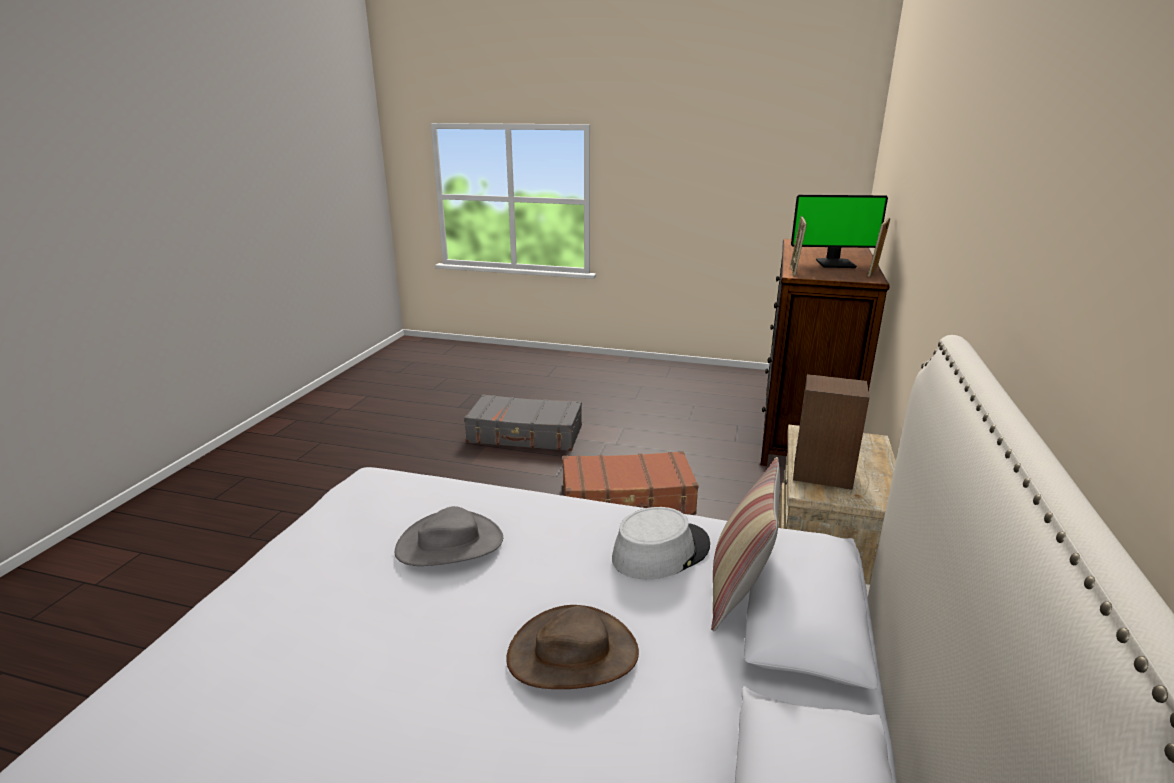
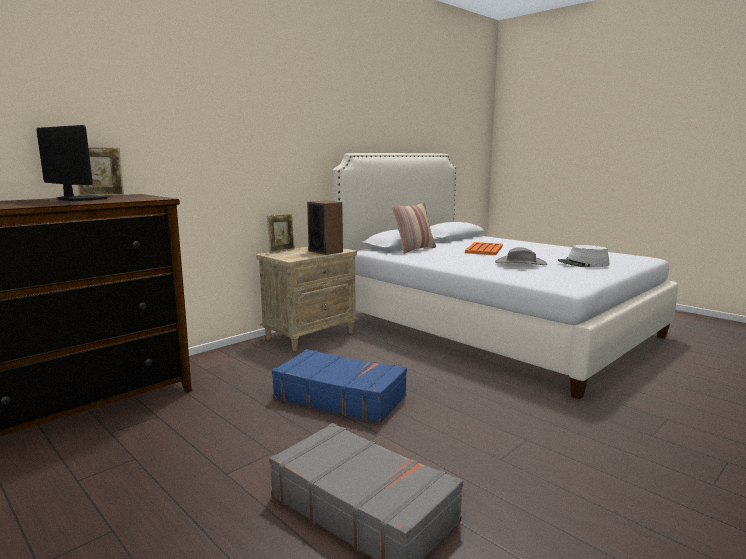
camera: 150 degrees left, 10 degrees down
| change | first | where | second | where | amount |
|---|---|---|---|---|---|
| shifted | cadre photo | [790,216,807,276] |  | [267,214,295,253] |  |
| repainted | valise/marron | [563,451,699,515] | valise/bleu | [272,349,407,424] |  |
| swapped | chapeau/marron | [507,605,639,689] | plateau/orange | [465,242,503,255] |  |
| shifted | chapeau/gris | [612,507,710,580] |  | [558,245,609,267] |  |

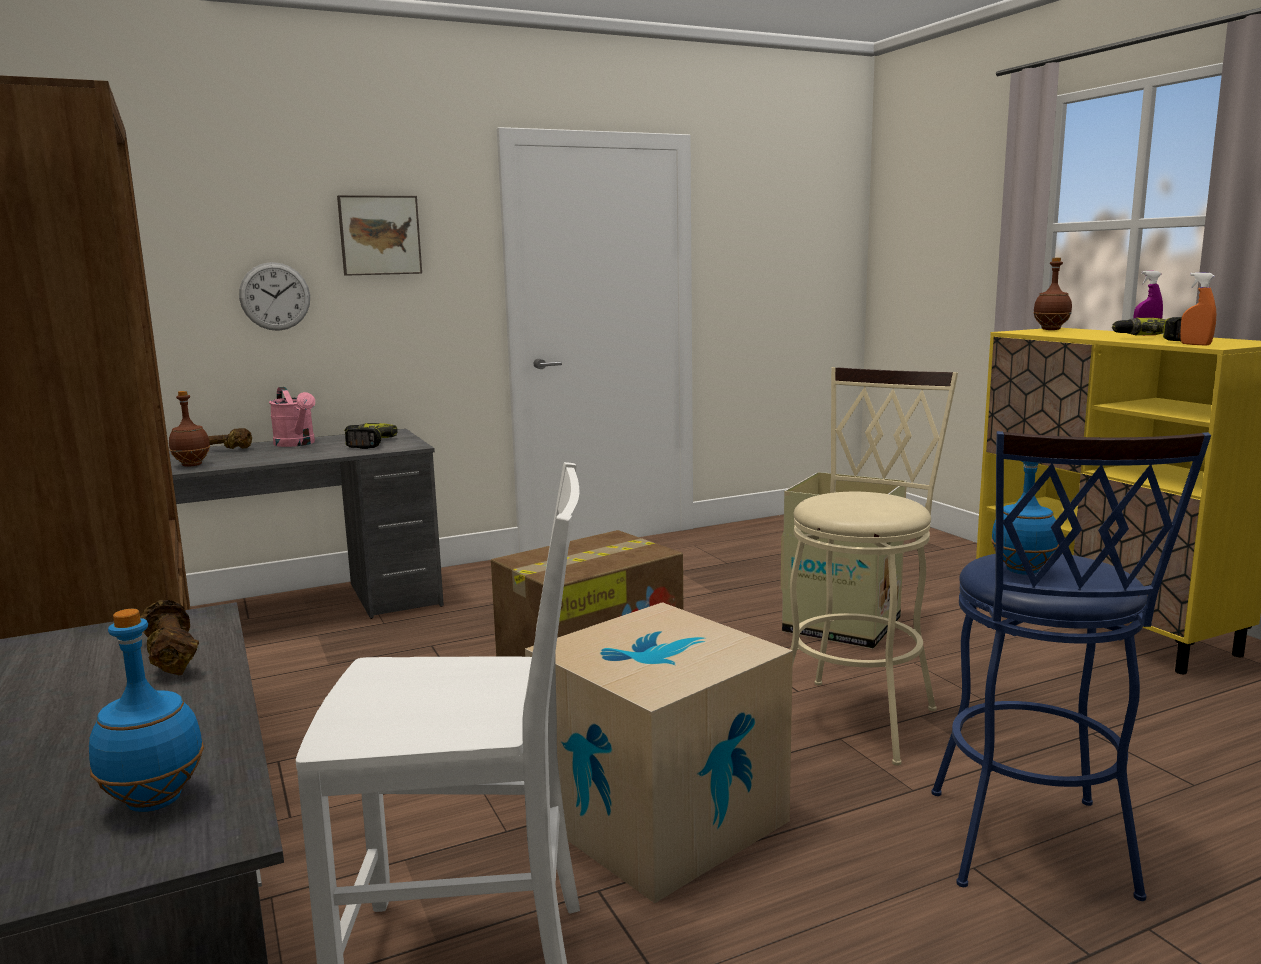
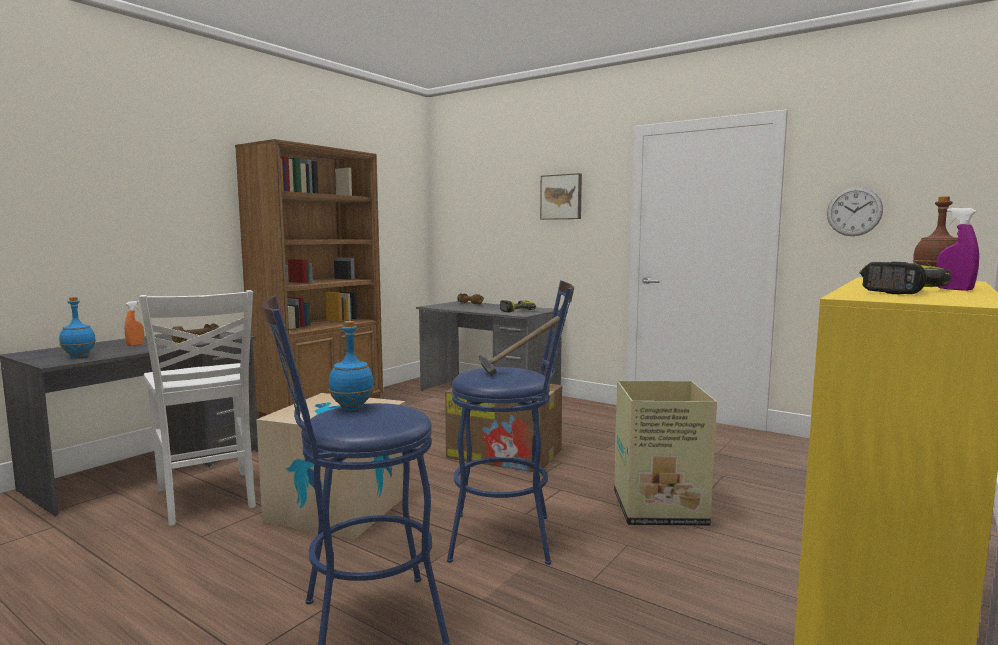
camera: 60 degrees right, 5 degrees down
| change | first | where | second | where | amount |
|---|---|---|---|---|---|
| shifted | vaporisateur/orange | [1180,272,1216,346] |  | [125,301,144,346] |  |
| repainted | tabouret/beige | [790,367,958,765] | tabouret/bleu | [447,280,574,565] |  |
| new |  |  | marteau | [478,316,560,376] |  |
| shifted | horloge murale | [239,262,310,331] |  | [827,187,883,236] |  |
| gone | bouteille/marron | [169,391,210,466] |  |  |  |
| gone | arrosoir/rose | [269,387,315,447] |  |  |  |

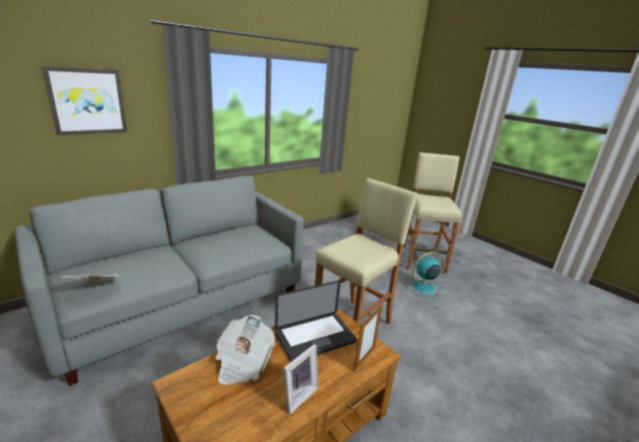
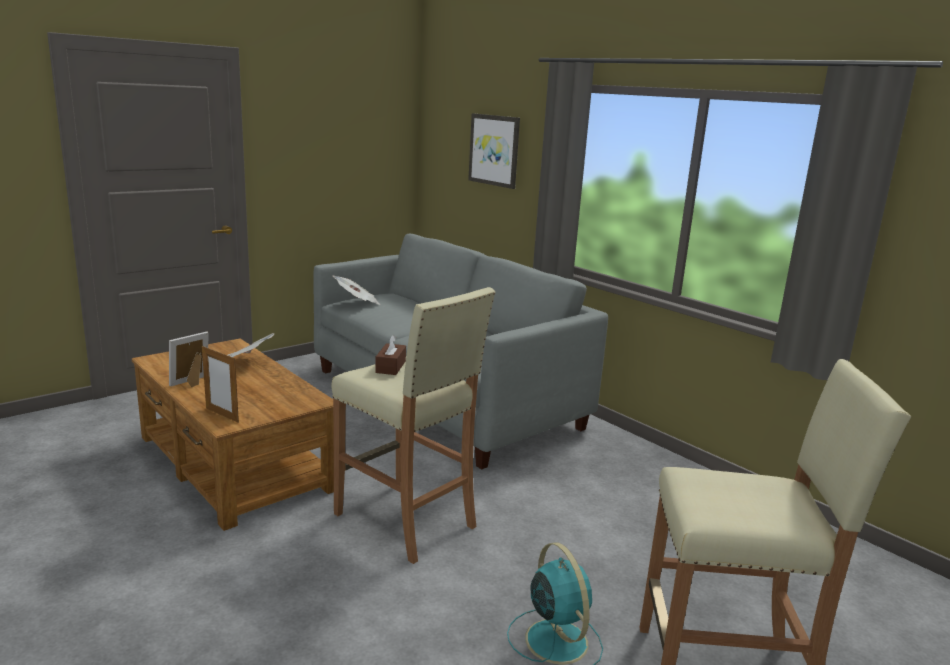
camera: 90 degrees right, 5 degrees down
| change | first | where | second | where | amount |
|---|---|---|---|---|---|
| rotated | cadre photo | [284,344,319,415] |  | [169,332,209,387] | 90 degrees clockwise |
| new |  |  | boîte à mouchoirs/marron | [375,335,406,375] |  |
| gone | ordinateur portable | [275,281,357,362] |  |  |  |

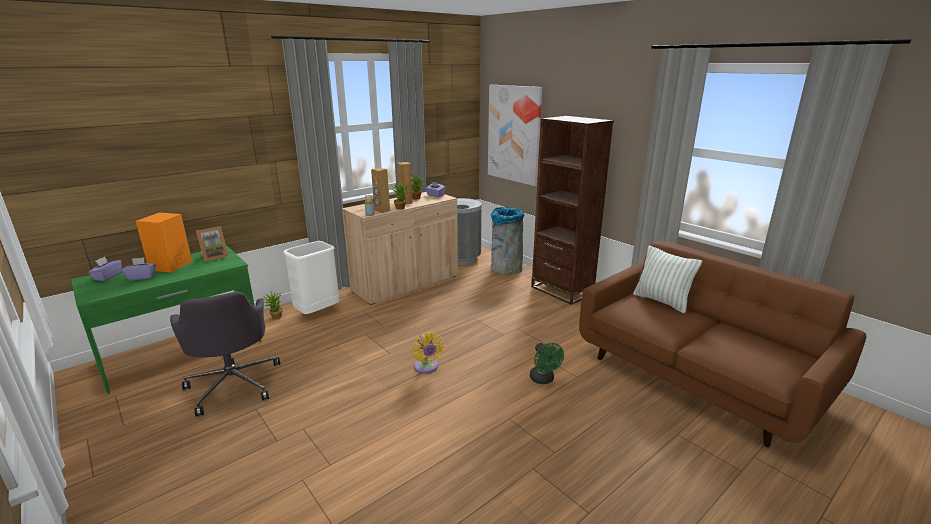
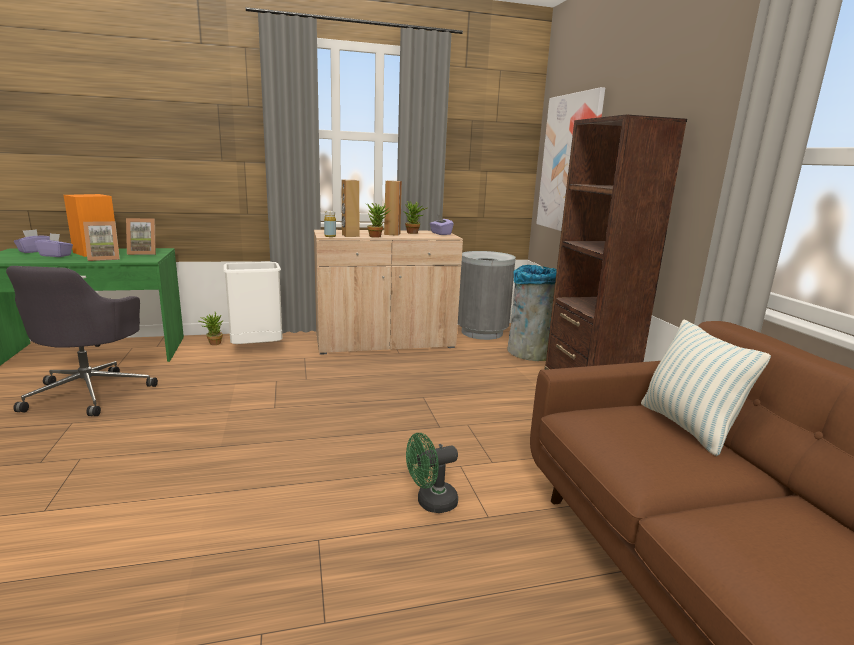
camera: 25 degrees right, 5 degrees down
| change | first | where | second | where | amount |
|---|---|---|---|---|---|
| new |  |  | cadre photo | [83,221,120,261] |  |
| rotated | ventilateur/vert | [530,343,564,384] |  | [406,433,458,513] | 60 degrees clockwise |
| gone | ventilateur/jaune | [412,332,444,374] |  |  |  |

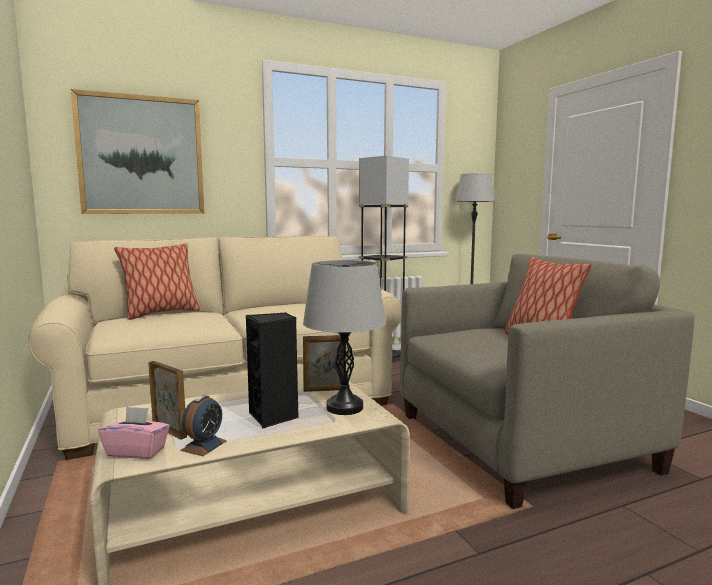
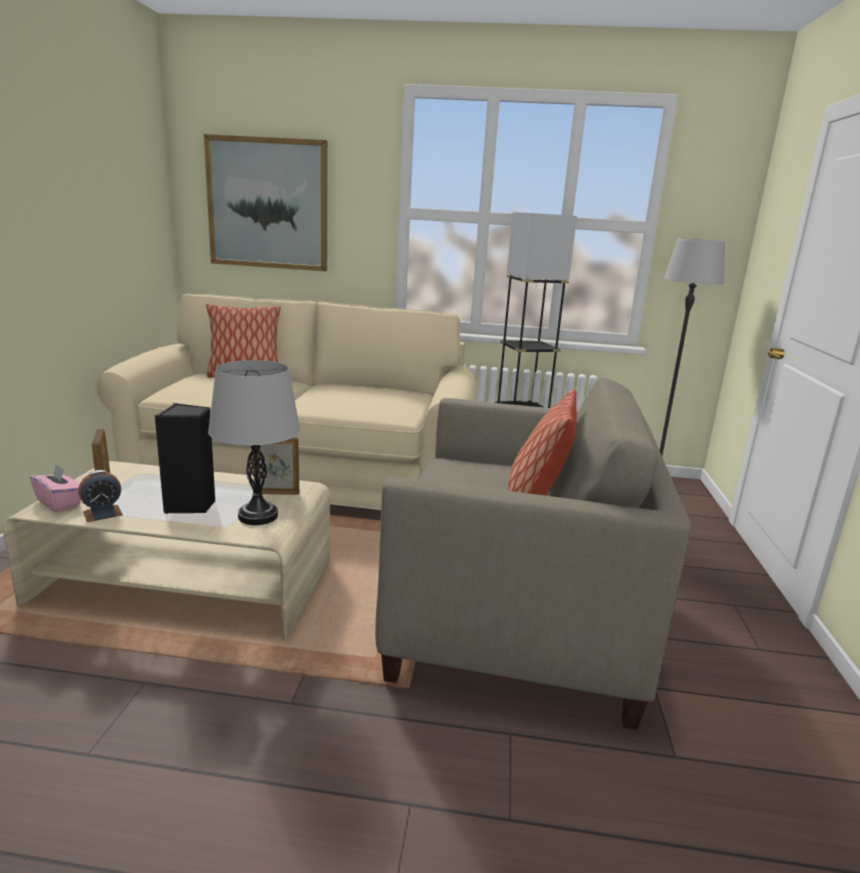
camera: 30 degrees right, 10 degrees up
| change | first | where | second | where | amount |
|---|---|---|---|---|---|
| rotated | cadre photo | [303,335,344,392] |  | [253,438,299,495] | 150 degrees clockwise |

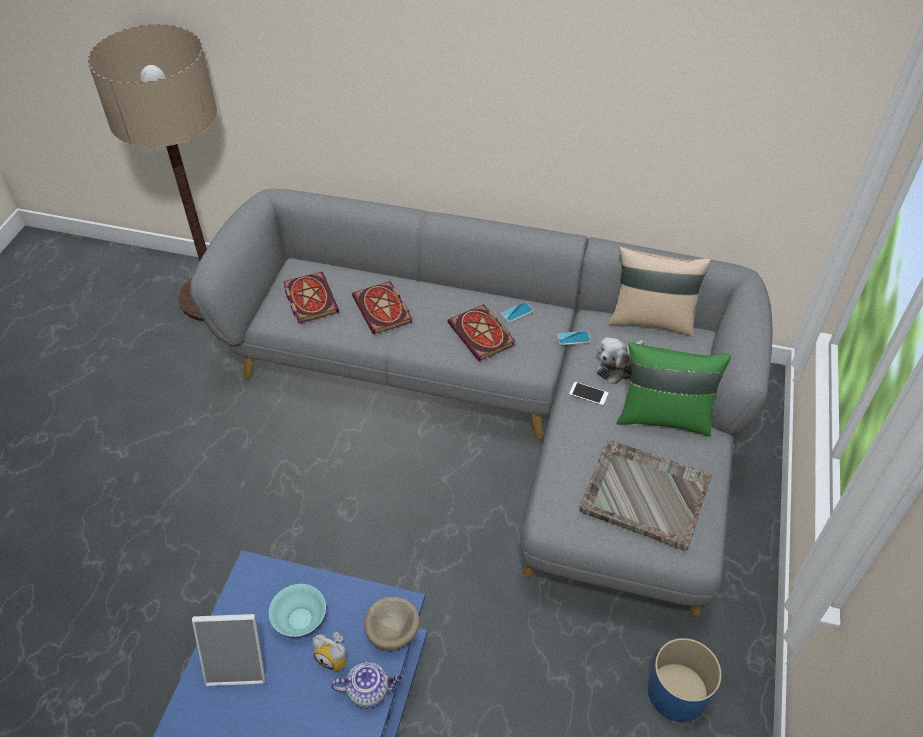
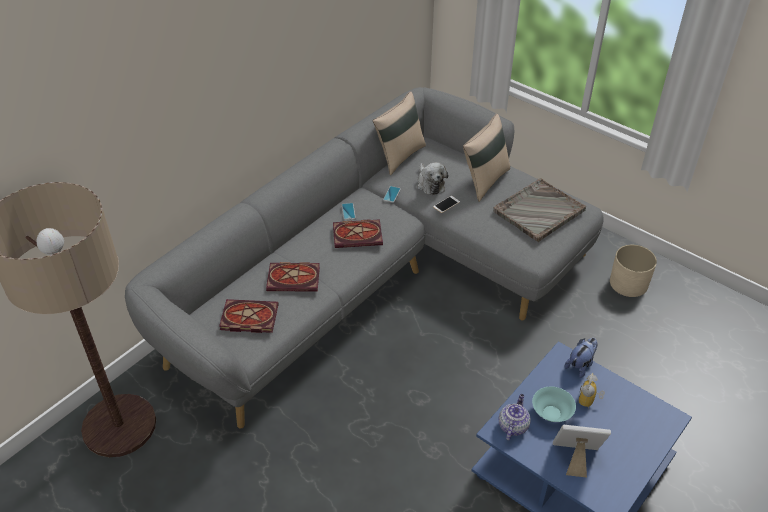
camera: 65 degrees left, 5 degrees down
| change | first | where | second | where | amount |
|---|---|---|---|---|---|
| repainted | coussin/vert | [617,342,731,437] | coussin/beige | [463,114,510,202] |  |
| shifted | théière | [331,662,402,709] |  | [499,394,531,440] |  |
| rotated | cadre photo | [192,614,266,686] |  | [553,425,611,478] | 105 degrees counterclockwise |
| swapped | bol/beige | [364,597,419,651] | peluche | [565,338,597,378] |  |
| rotated | réveil | [313,632,347,671] |  | [579,373,605,409] | 150 degrees clockwise |
| repainted | cache-pot/bleu | [648,638,722,722] | cache-pot/beige | [610,245,657,297] |  |

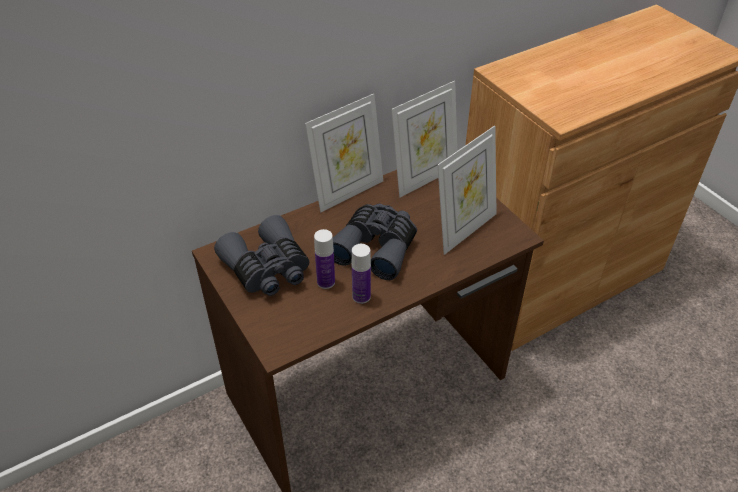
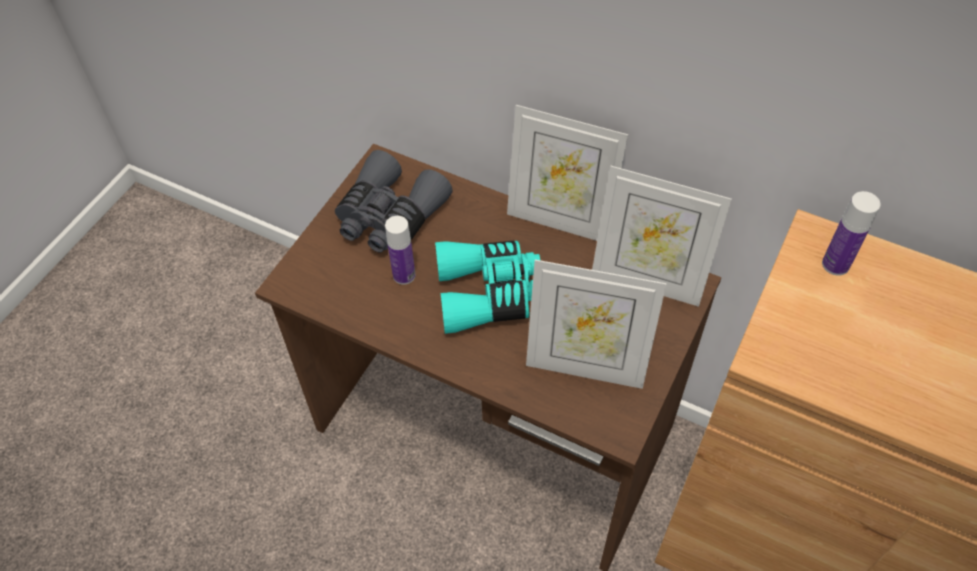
camera: 60 degrees right, 10 degrees up
| change | first | where | second | where | amount |
|---|---|---|---|---|---|
| repainted | jumelles/gris | [333,203,417,280] | jumelles/turquoise | [435,241,540,334] |  |
| shifted | bouteille | [352,244,371,304] |  | [822,191,881,276] |  |

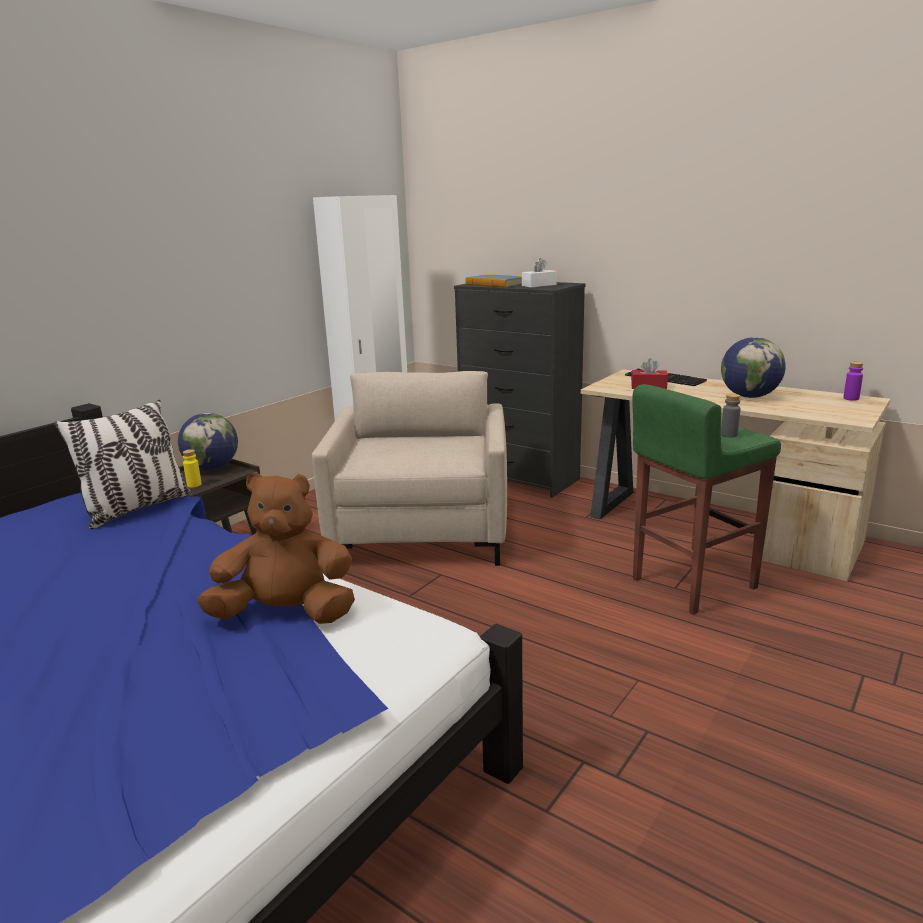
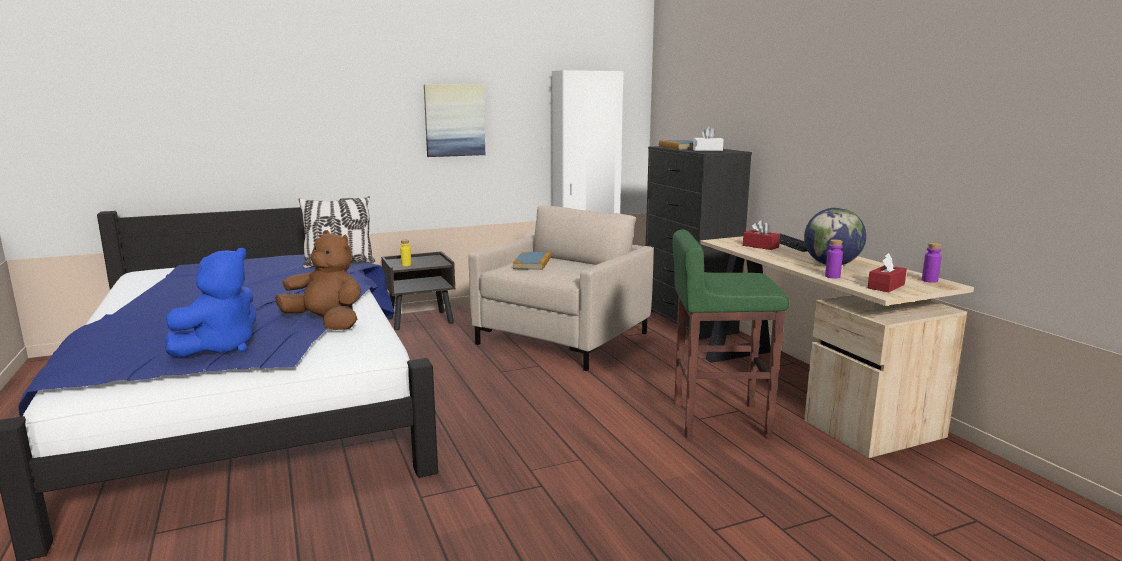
camera: 30 degrees right, 5 degrees down
| change | first | where | second | where | amount |
|---|---|---|---|---|---|
| new |  |  | peluche/bleu | [165,248,257,358] |  |
| new |  |  | tableau | [424,84,485,157] |  |
| new |  |  | livre | [513,252,551,270] |  |
| new |  |  | bouteille/violet | [825,239,843,279] |  |
| new |  |  | boîte à mouchoirs/rouge | [868,253,907,292] |  |
| gone | globe | [178,413,238,470] |  |  |  |
| gone | bouteille/gris | [721,394,741,437] |  |  |  |

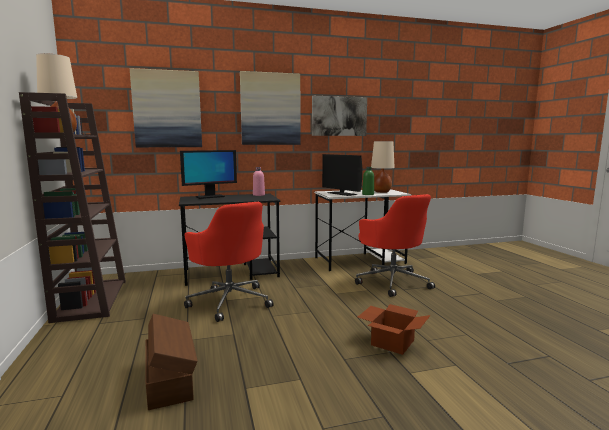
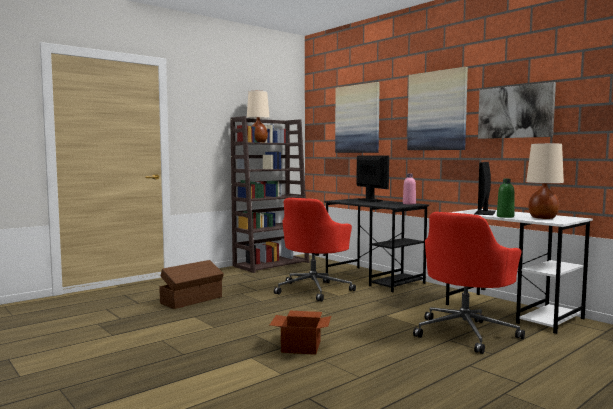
camera: 65 degrees right, 5 degrees down
| change | first | where | second | where | amount |
|---|---|---|---|---|---|
| rotated | écran d'ordinateur | [180,150,237,199] |  | [357,155,389,202] | 150 degrees counterclockwise |

